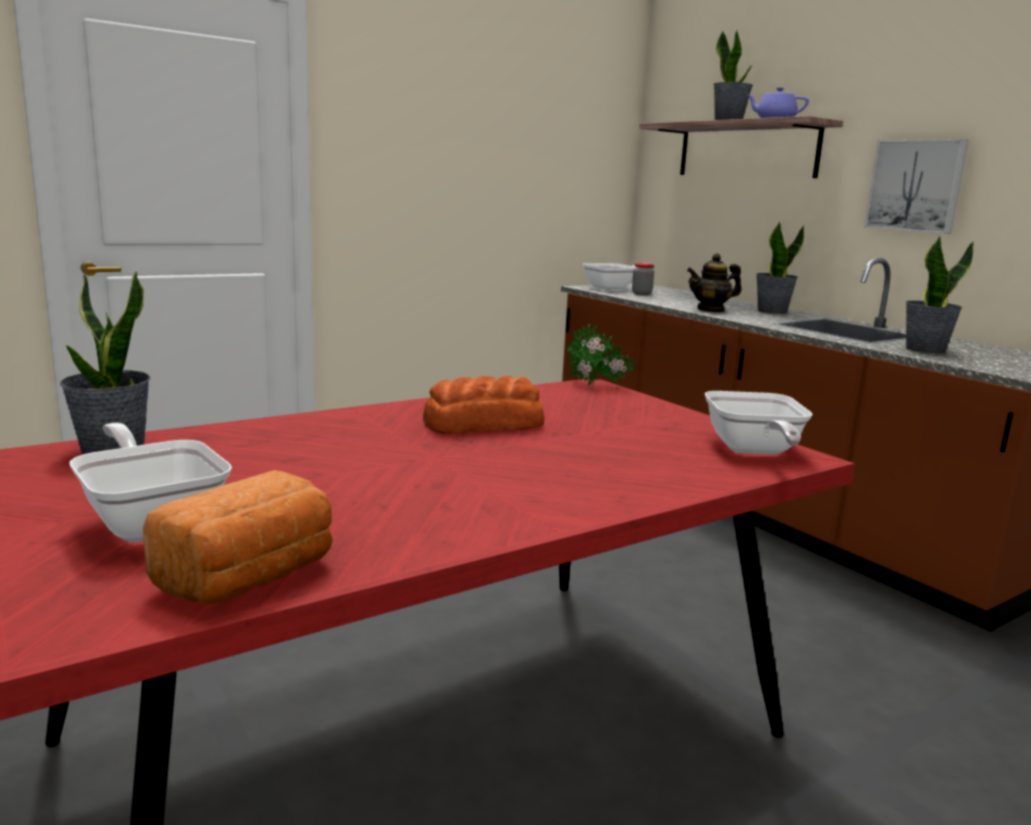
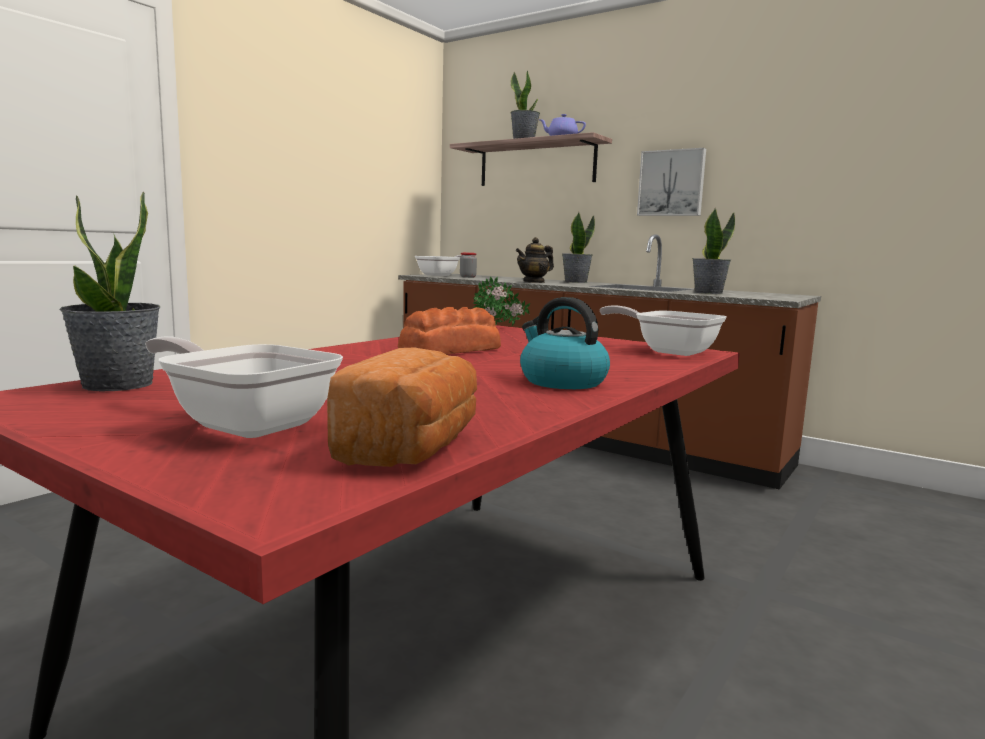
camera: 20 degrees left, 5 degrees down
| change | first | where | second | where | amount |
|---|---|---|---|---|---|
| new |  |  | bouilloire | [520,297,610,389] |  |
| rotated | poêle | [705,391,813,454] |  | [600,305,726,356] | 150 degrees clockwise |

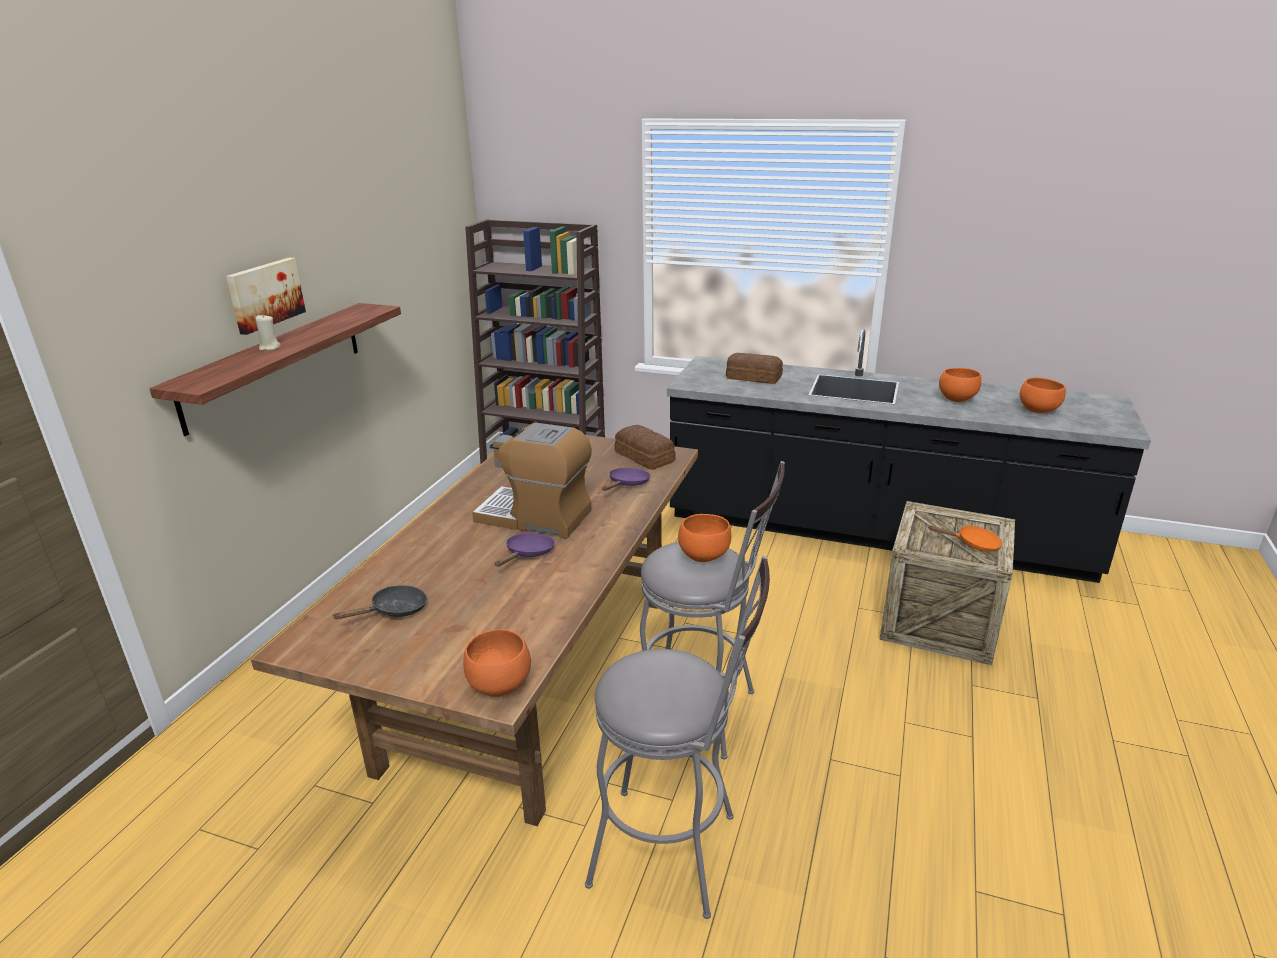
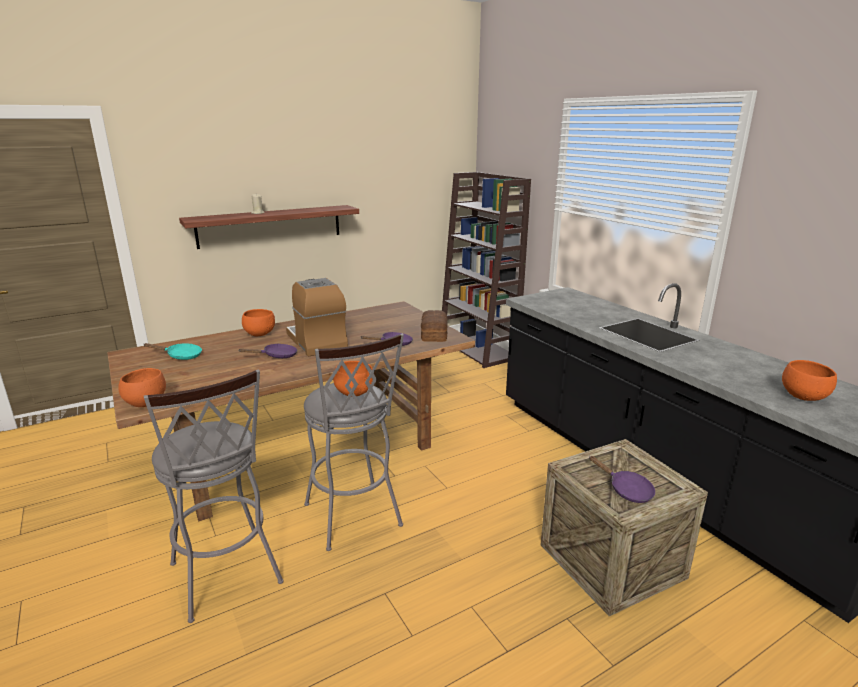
camera: 40 degrees right, 5 degrees down
| change | first | where | second | where | amount |
|---|---|---|---|---|---|
| repainted | poêle/noir | [332,586,427,619] | poêle/turquoise | [143,343,202,360] |  |
| shifted | bol/orange | [939,368,981,402] |  | [242,309,275,336] |  |
| repainted | poêle/orange | [928,526,1003,552] | poêle/violet | [589,456,655,503] |  |
| gone | tableau | [226,258,306,335] |  |  |  |
| gone | pain | [726,353,783,384] |  |  |  |

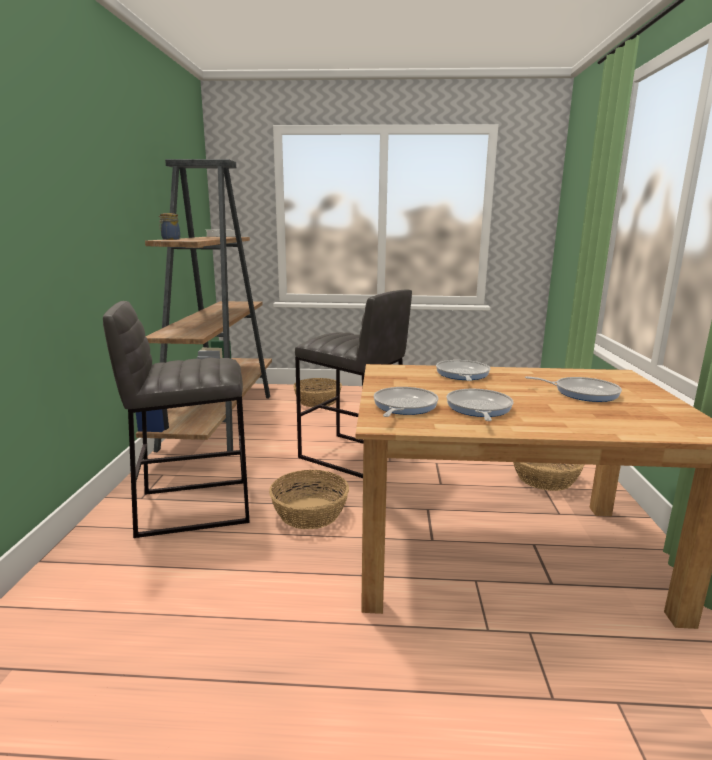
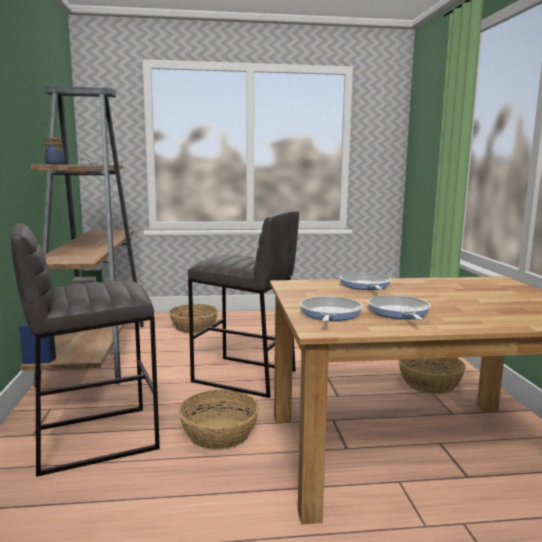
camera: 10 degrees left, 5 degrees down
| change | first | where | second | where | amount |
|---|---|---|---|---|---|
| gone | poêle | [525,376,622,402] |  |  |  |

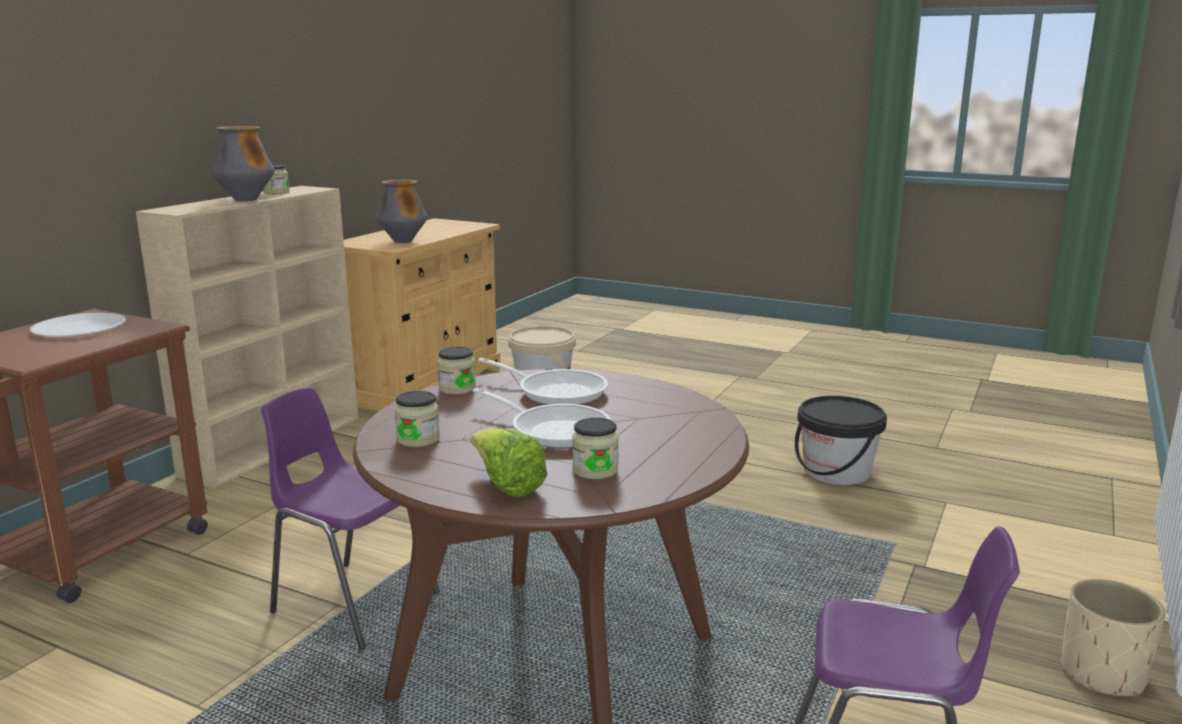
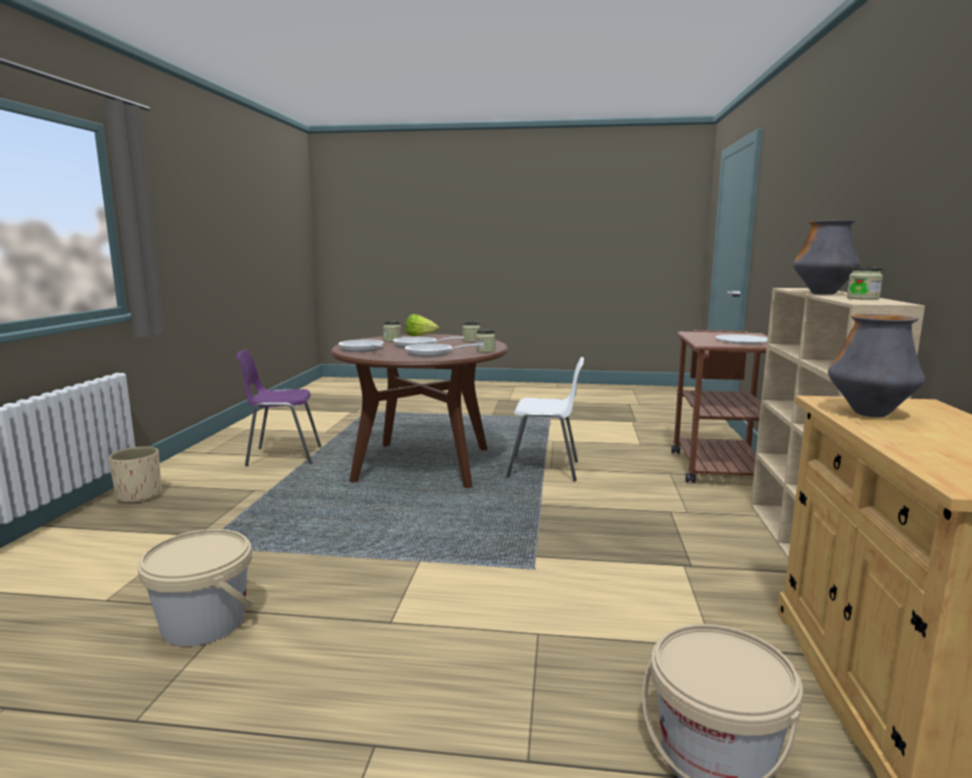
camera: 160 degrees right, 5 degrees down
| change | first | where | second | where | amount |
|---|---|---|---|---|---|
| repainted | seau/noir | [795,396,887,485] | seau/beige | [137,529,253,646] |  |
| new |  |  | poêle | [338,340,384,352] |  |
| repainted | chaise/violet | [261,387,440,650] | chaise/blanc | [506,357,584,482] |  |

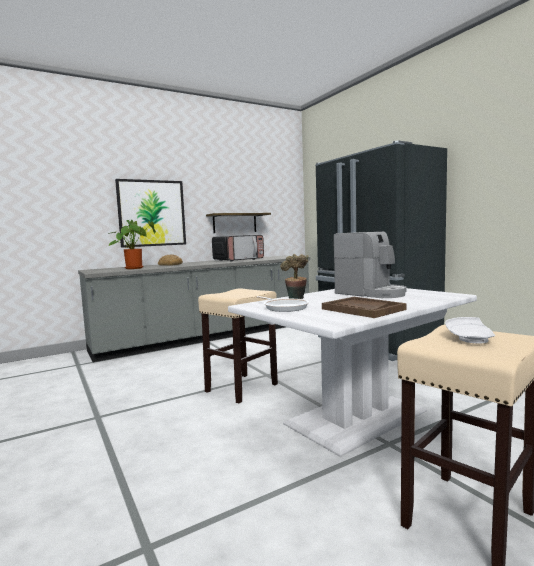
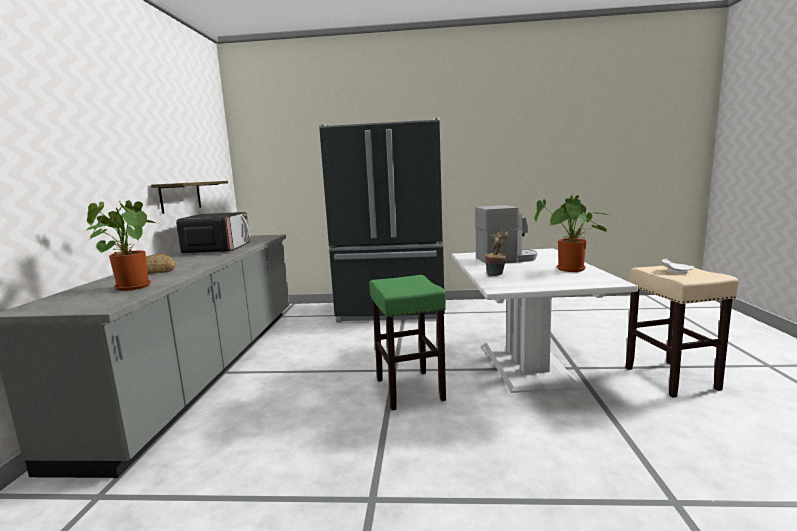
camera: 55 degrees left, 5 degrees up
| change | first | where | second | where | amount |
|---|---|---|---|---|---|
| repainted | tabouret/beige | [198,288,278,403] | tabouret/vert | [369,275,446,410] |  |
| swapped | plateau/marron | [322,297,407,318] | plante en pot | [534,195,609,272] |  |
| gone | tableau | [115,179,186,248] |  |  |  |
| gone | poêle | [256,296,309,312] |  |  |  |

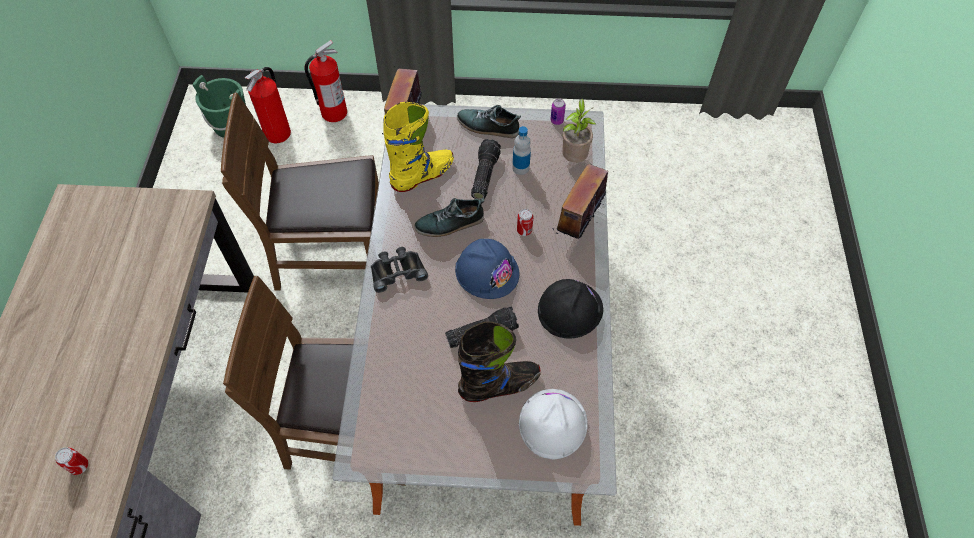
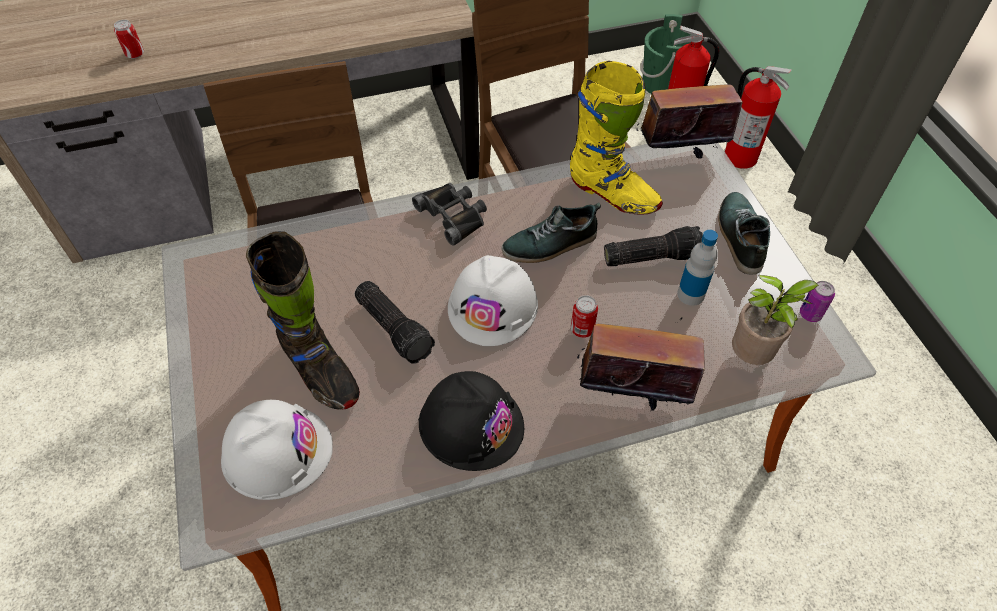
camera: 70 degrees right, 5 degrees down
| change | first | where | second | where | amount |
|---|---|---|---|---|---|
| repainted | casque de chantier/bleu | [455,239,519,299] | casque de chantier/blanc | [448,255,538,346] |  |
| rotated | chaussure | [414,198,484,237] |  | [501,203,601,263] | 75 degrees counterclockwise |

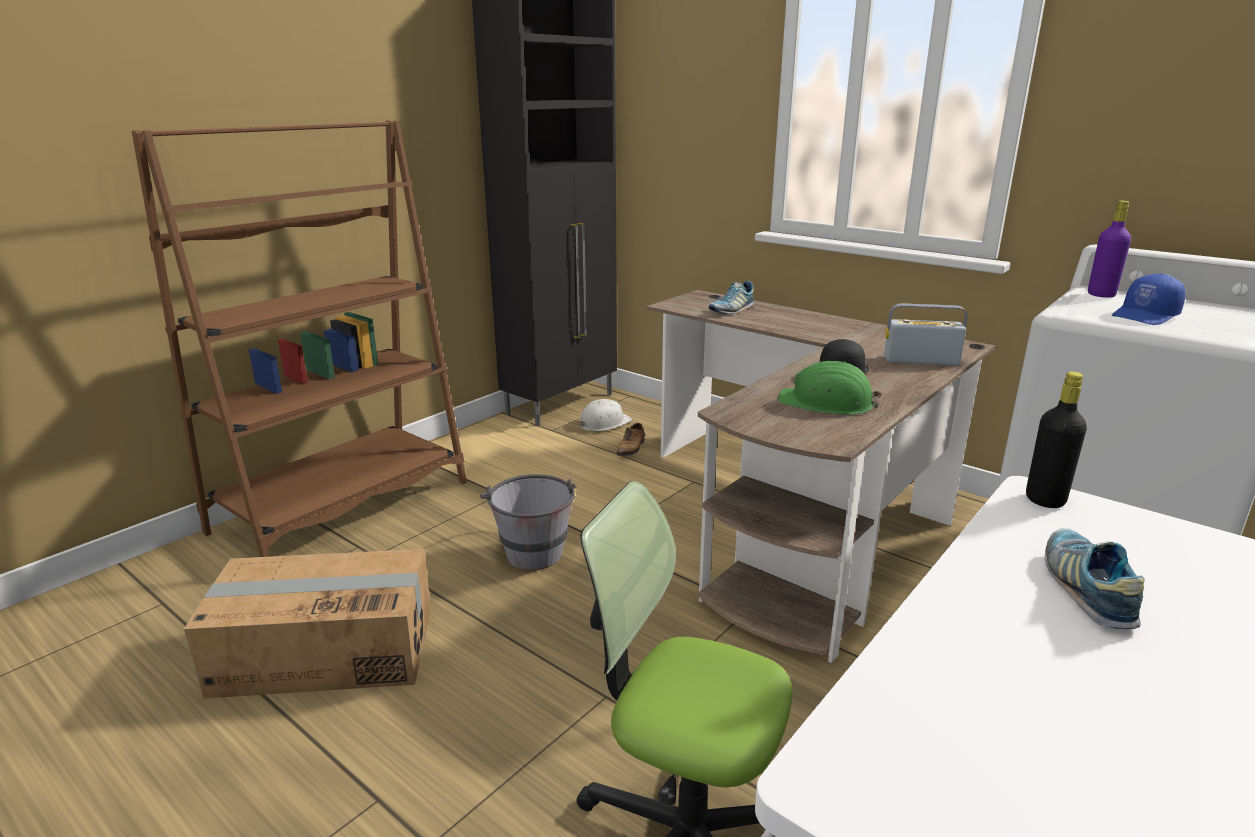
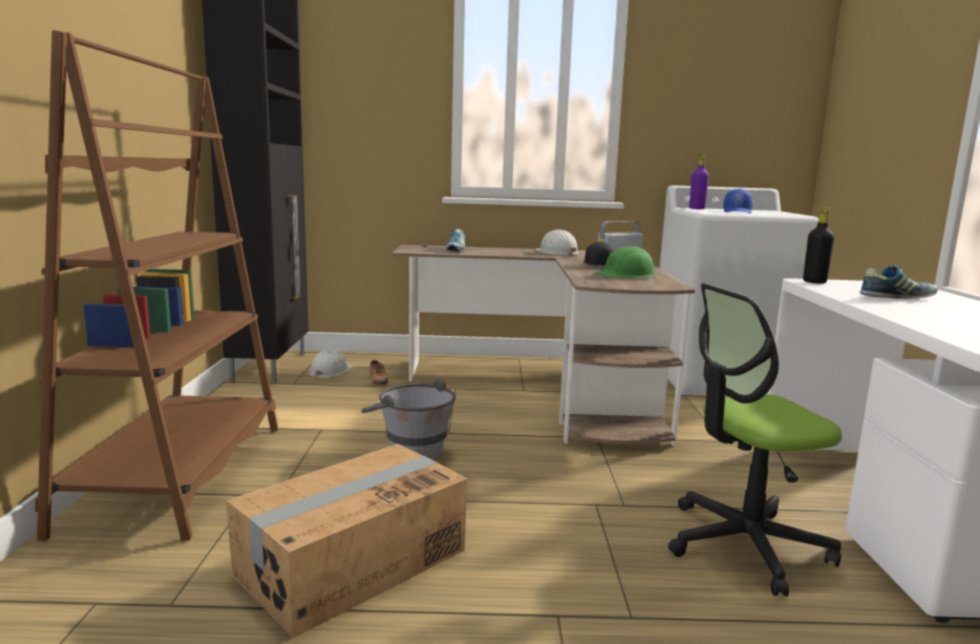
camera: 40 degrees left, 10 degrees down
| change | first | where | second | where | amount |
|---|---|---|---|---|---|
| new |  |  | casque de chantier/blanc | [536,229,579,256] |  |
| rotated | chaussure | [1045,528,1144,629] |  | [859,265,938,299] | 120 degrees clockwise |

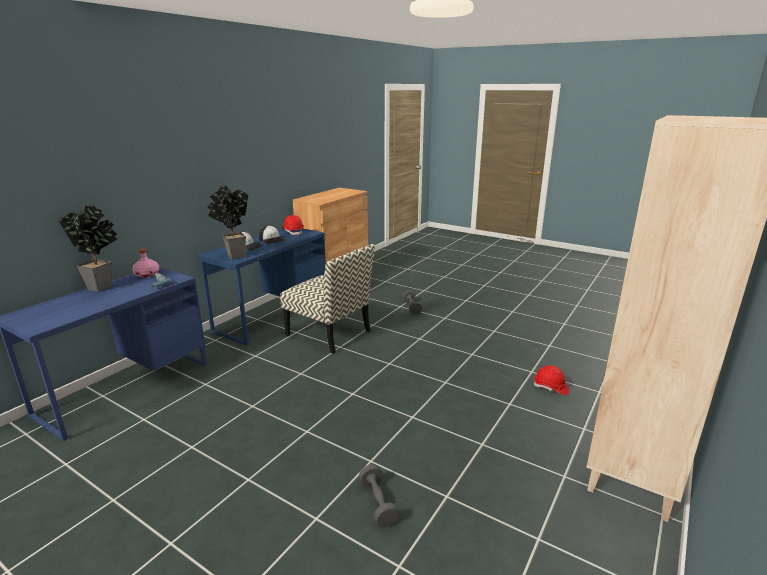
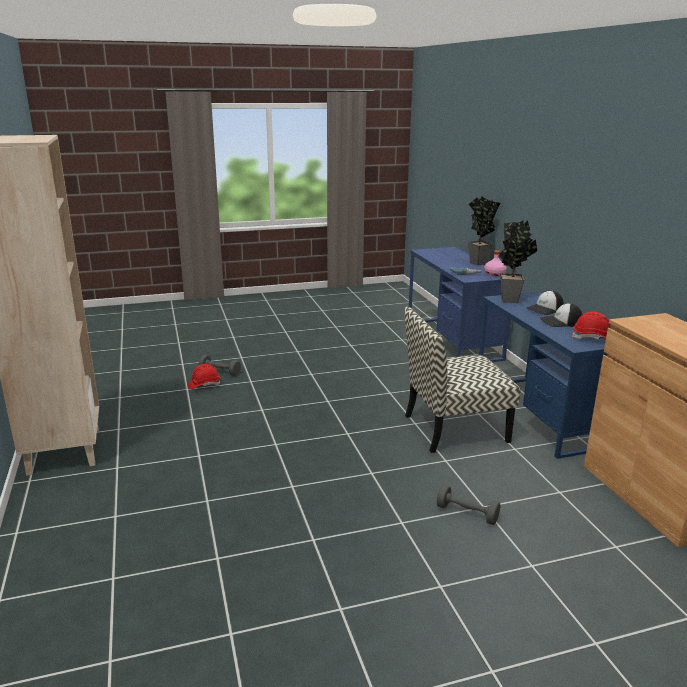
camera: 130 degrees right, 0 degrees up
| change | first | where | second | where | amount |
|---|---|---|---|---|---|
| shifted | casque de chantier/rouge | [534,365,569,395] |  | [188,364,221,389] |  |

